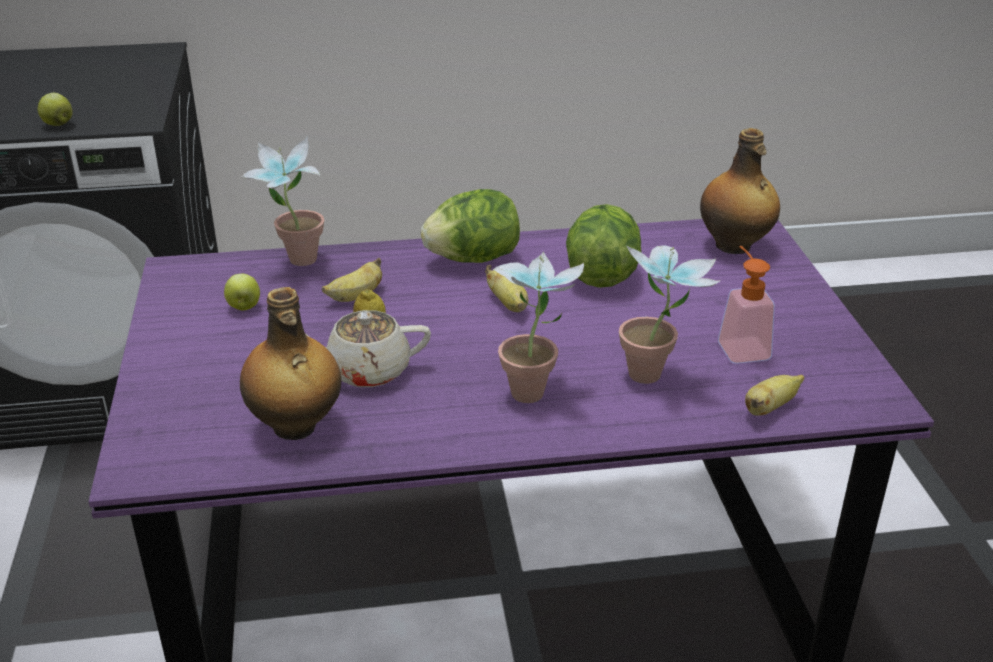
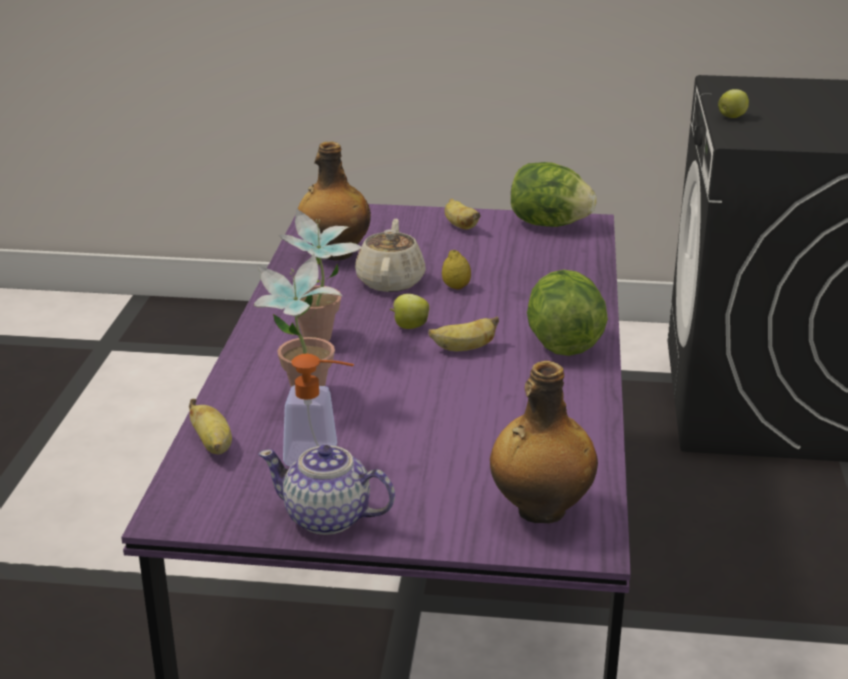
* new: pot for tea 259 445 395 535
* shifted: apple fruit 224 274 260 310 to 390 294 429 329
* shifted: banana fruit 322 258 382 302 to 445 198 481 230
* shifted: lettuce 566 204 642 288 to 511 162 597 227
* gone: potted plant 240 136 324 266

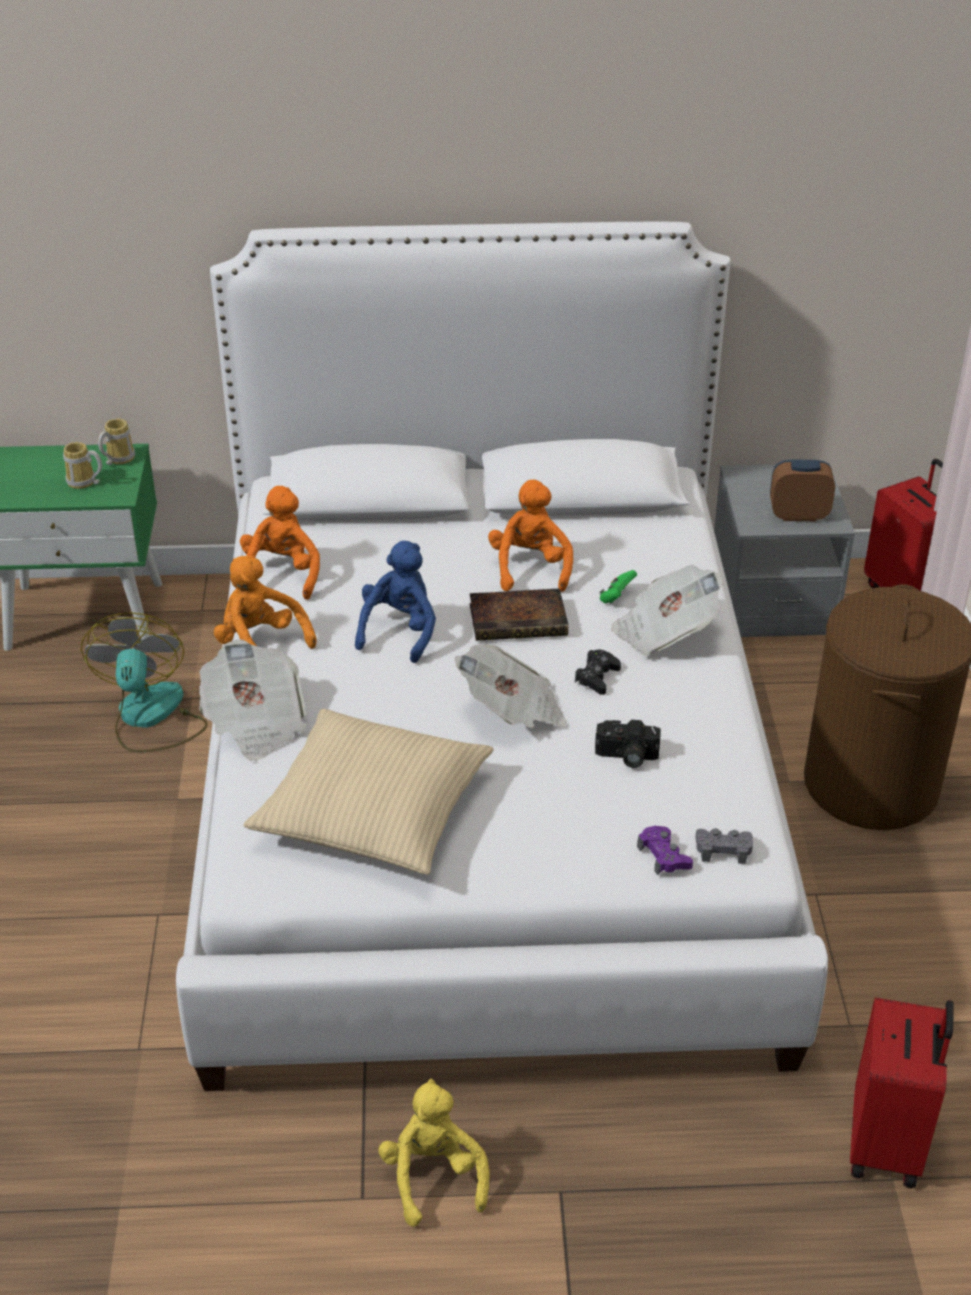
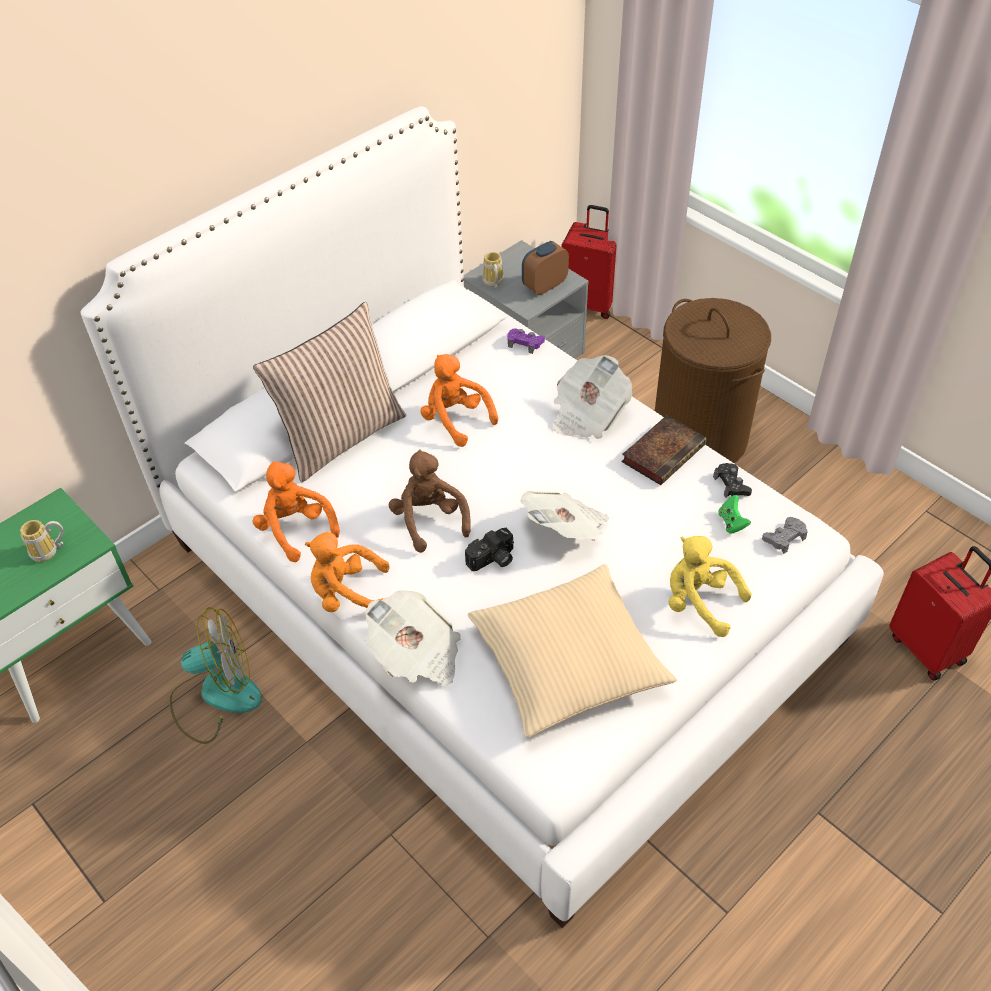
* rotated: cooling fan 81 612 208 752 = 170 607 262 744 120 degrees clockwise
* new: throw pillow 253 302 406 482
* repainted: bluish plush toy 355 541 436 663 to brown plush toy 389 450 471 553
* shifted: still camera 595 720 661 768 to 465 528 514 571
* shifted: mug 98 418 135 465 to 483 252 504 288
* shifted: purple joypad 637 826 693 875 to 507 328 545 354
* shifted: bound book 469 588 569 641 to 621 415 707 485
* shifted: yellow-coloured plush toy 378 1078 490 1227 to 668 536 752 637
* shifted: black joypad 575 649 621 695 to 713 463 752 498
* shifted: greenish joypad 600 570 637 604 to 718 495 751 534

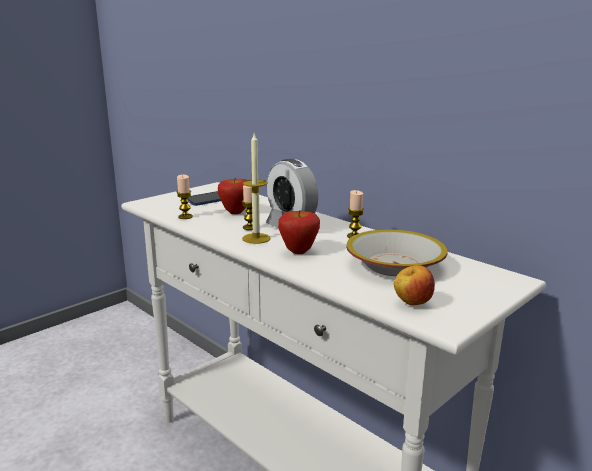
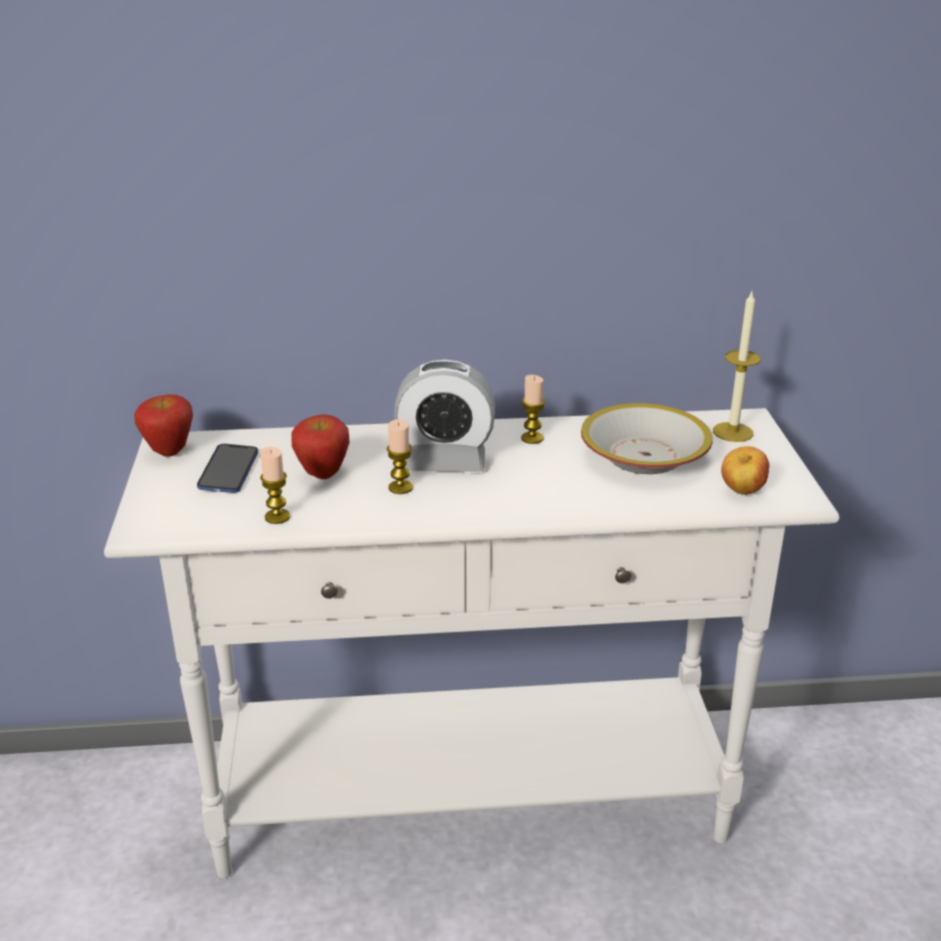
* shifted: apple fruit 278 211 320 254 to 134 395 193 457
* shifted: wax candle 242 134 270 244 to 713 292 761 442

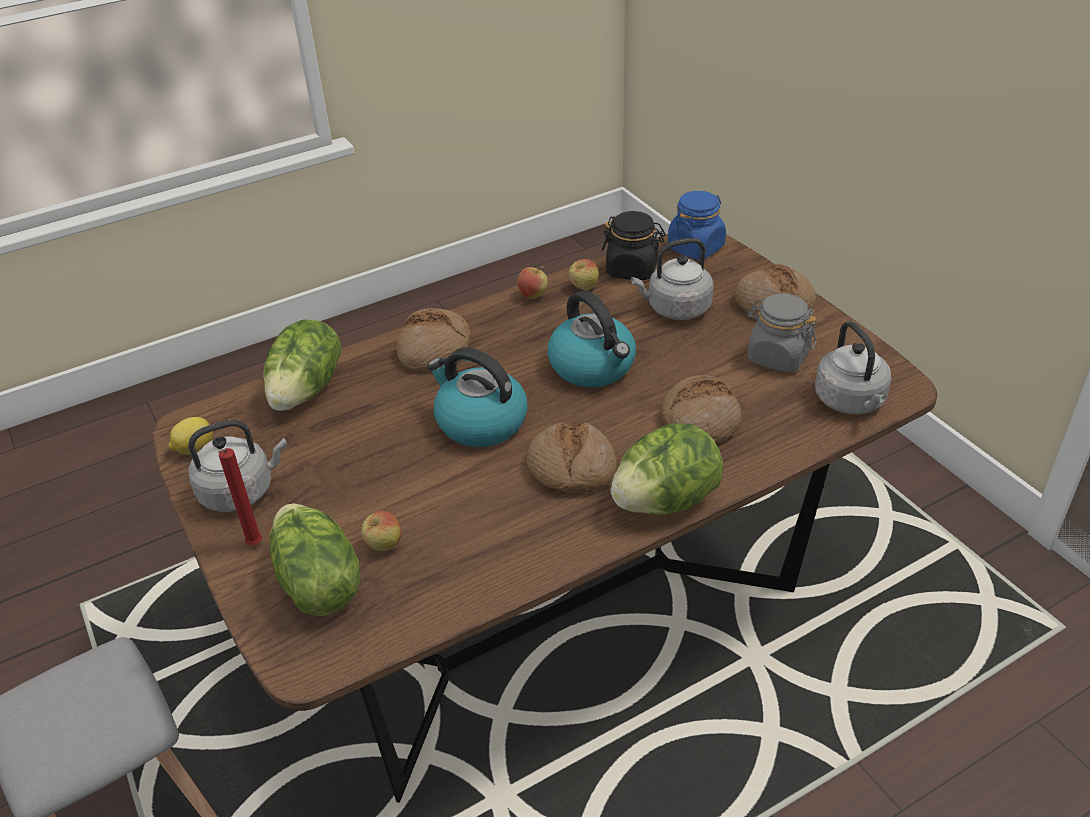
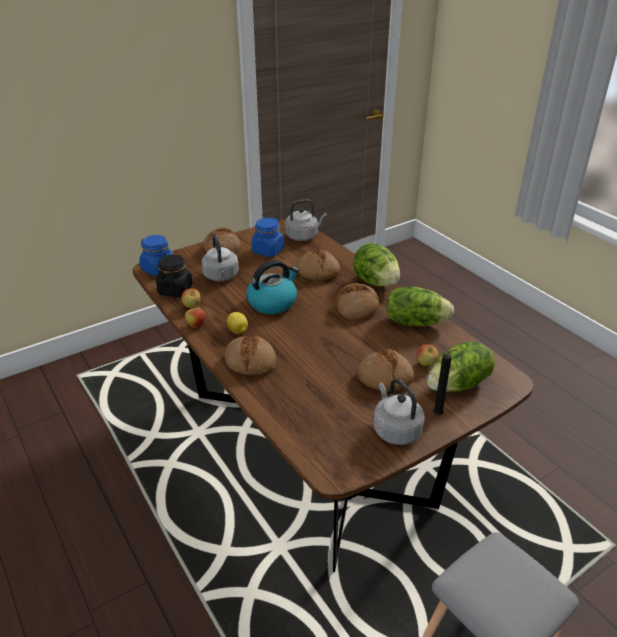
* shifted: citrus fruit 169 417 213 455 to 227 312 248 334
* repainted: grey preserve jar 747 293 817 373 to bluish preserve jar 252 217 284 257
* new: bread 357 349 414 391
* shifted: lettuce 263 319 341 411 to 386 287 454 326
* repainted: reddish wax candle 218 448 262 546 to black wax candle 433 349 458 415
* gone: tea kettle 427 347 528 447

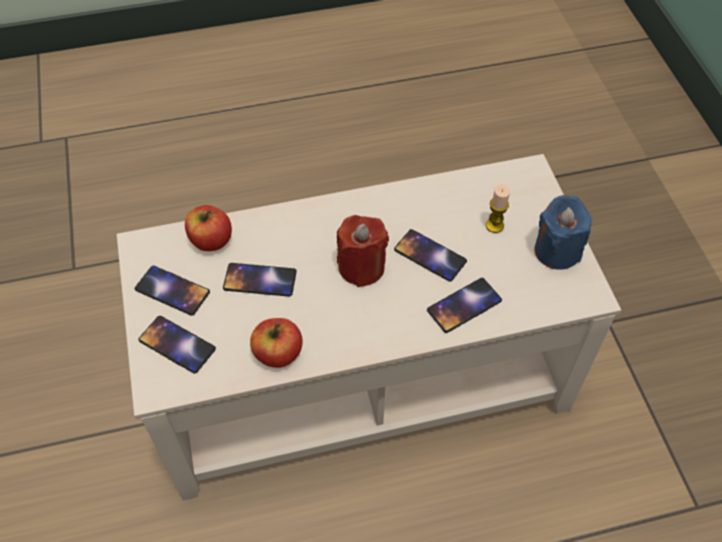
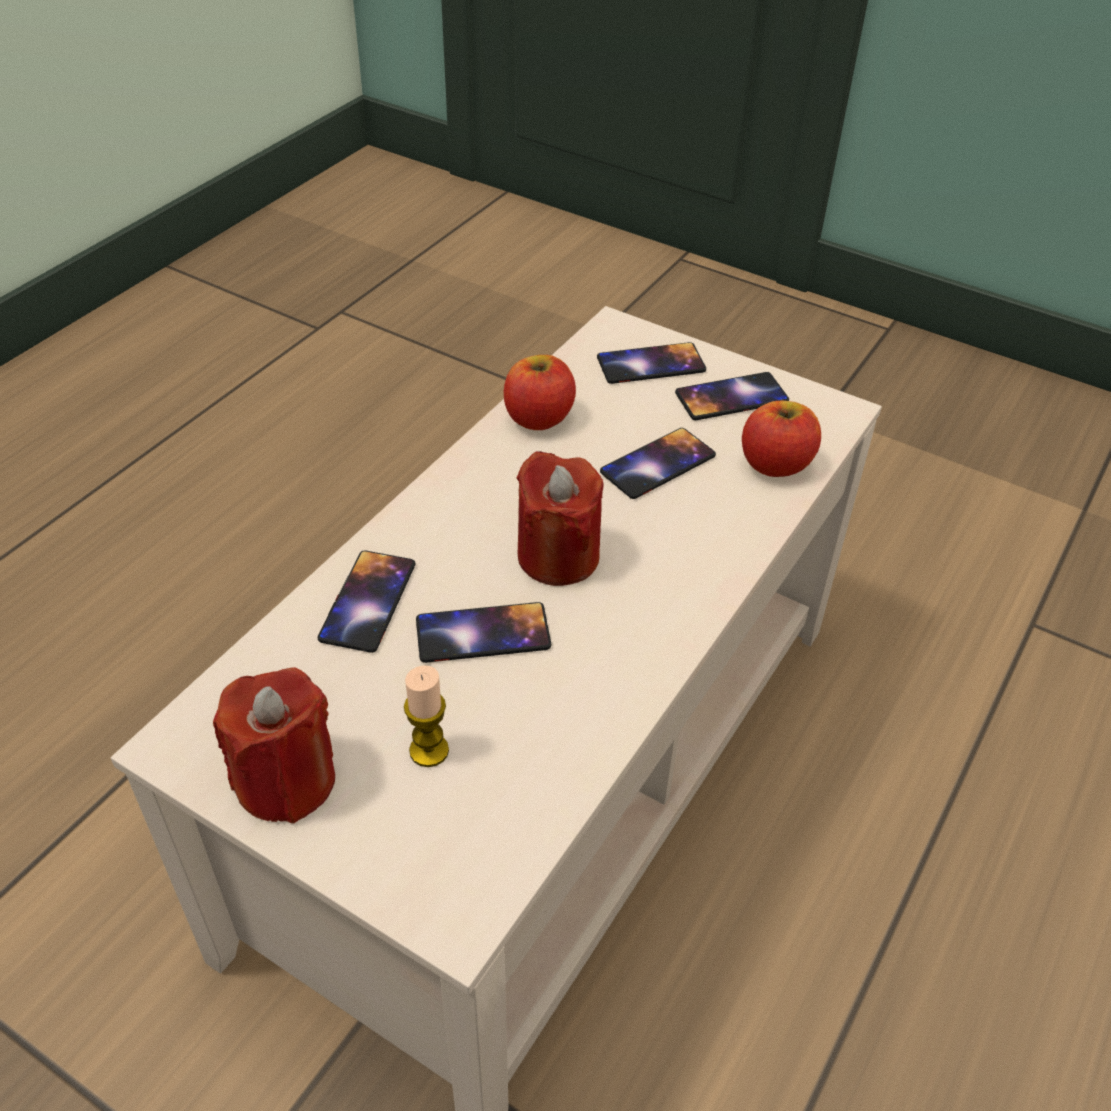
* repainted: bluish wax candle 534 195 592 270 to reddish wax candle 213 667 335 823

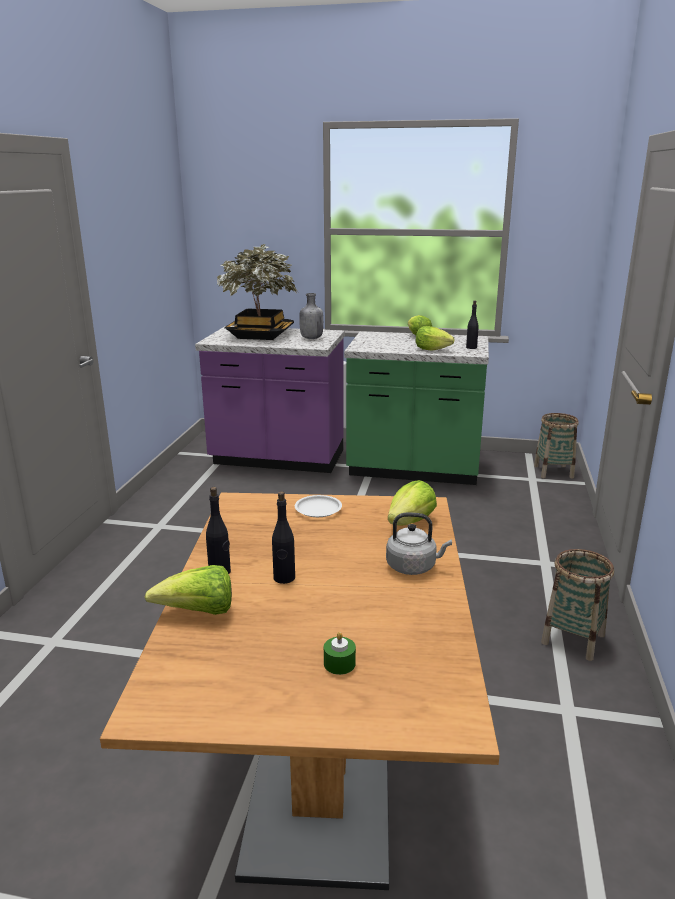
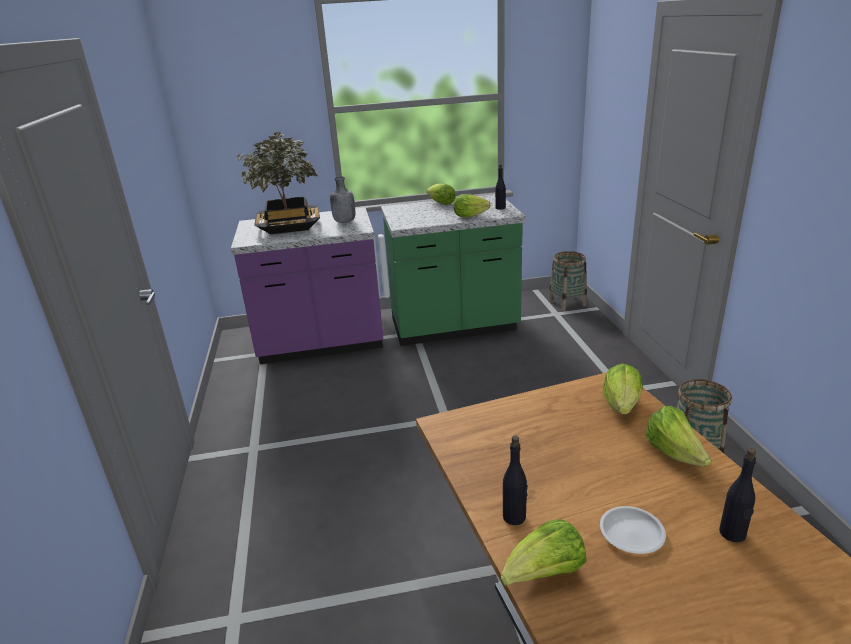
* shifted: whitish plate 295 495 342 517 to 600 506 666 554
* swapped: grey tea kettle 386 512 452 575 to lettuce 645 406 711 466
* shifted: black beverage bottle 272 491 295 584 to 719 448 756 542
* gone: greenish wax candle 324 632 356 675

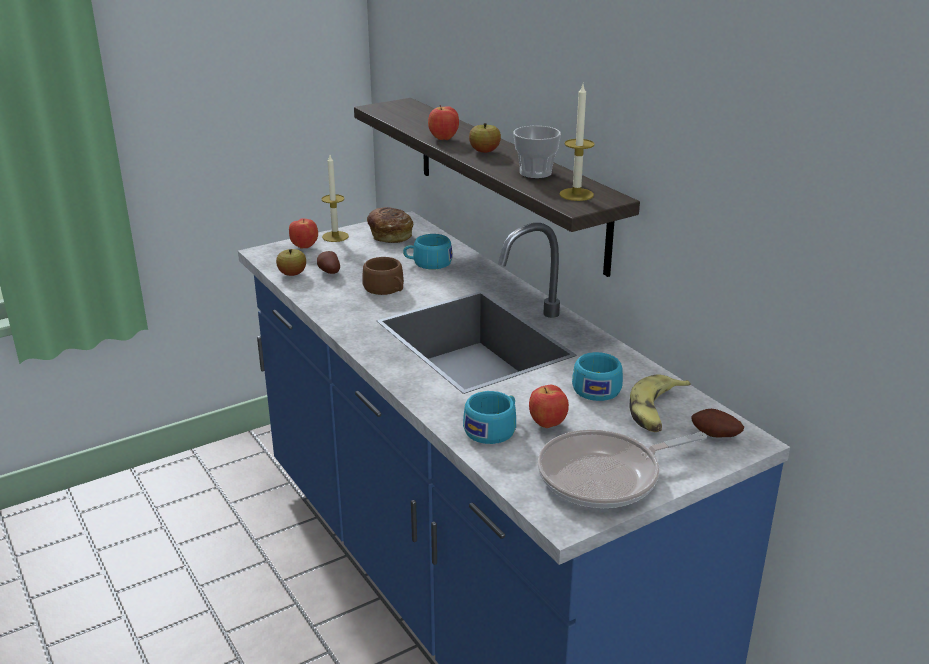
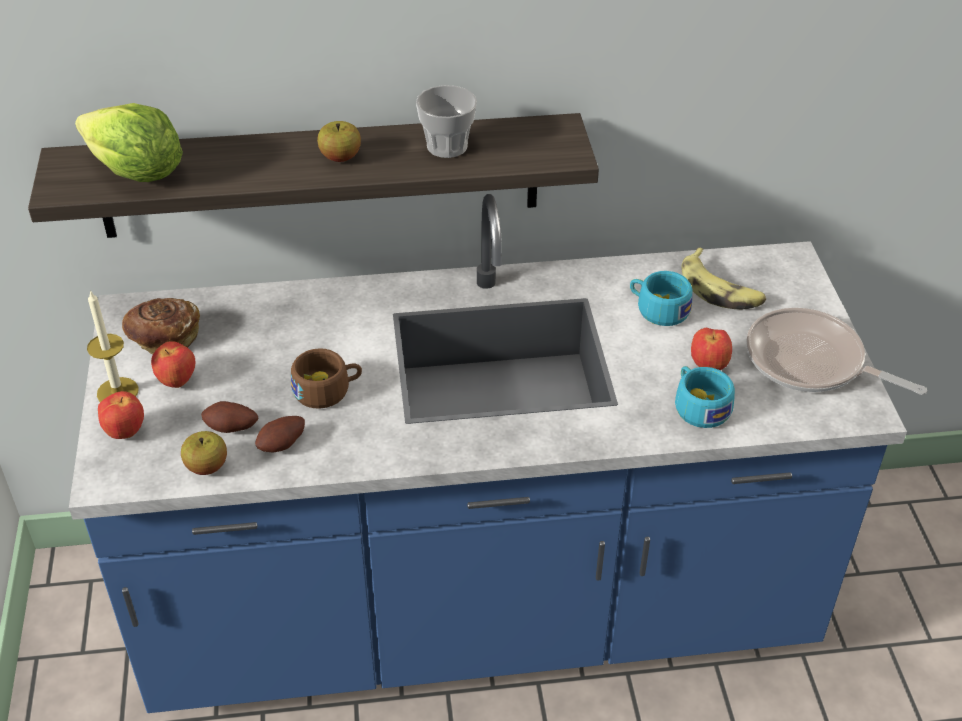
* new: lettuce 75 103 183 182
* shifted: apple fruit 428 105 459 140 to 151 341 196 388
* shifted: whole potato 691 409 744 437 to 255 416 305 452
* rotated: skillet 538 430 707 508 = 746 308 927 395 120 degrees clockwise
* gone: blue-green cup 403 234 453 270
* gone: wax candle 559 85 595 201

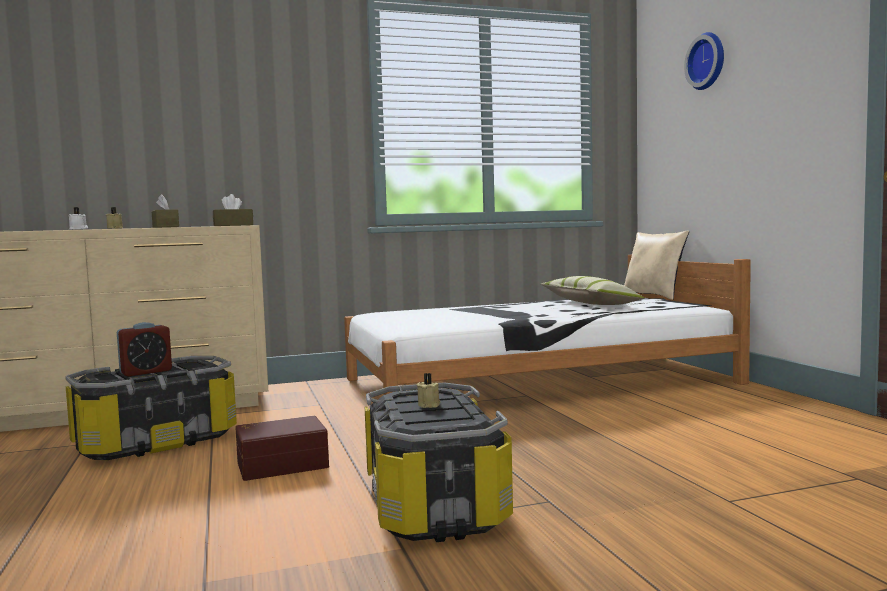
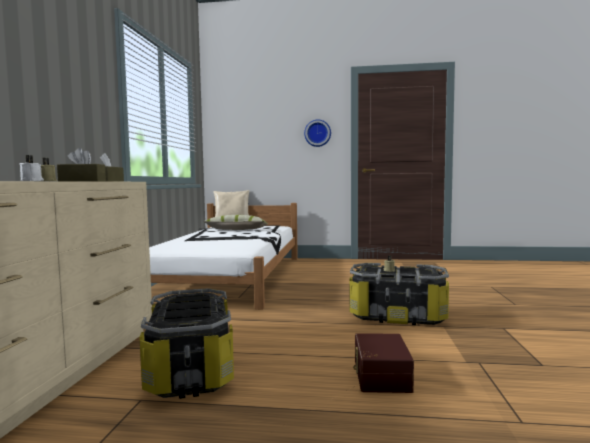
* shifted: clock on the wall 684 32 724 90 to 304 119 331 147
* shifted: brown storage bin 235 416 329 481 to 353 333 414 393
* gone: table clock 117 322 172 377

